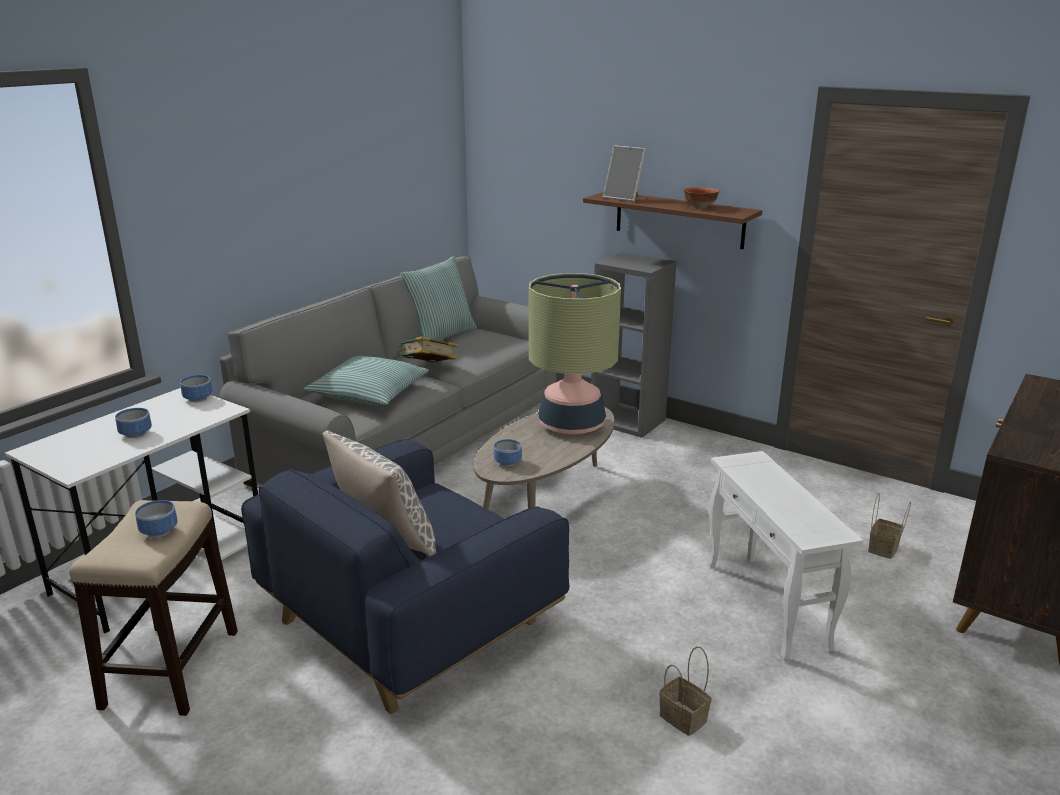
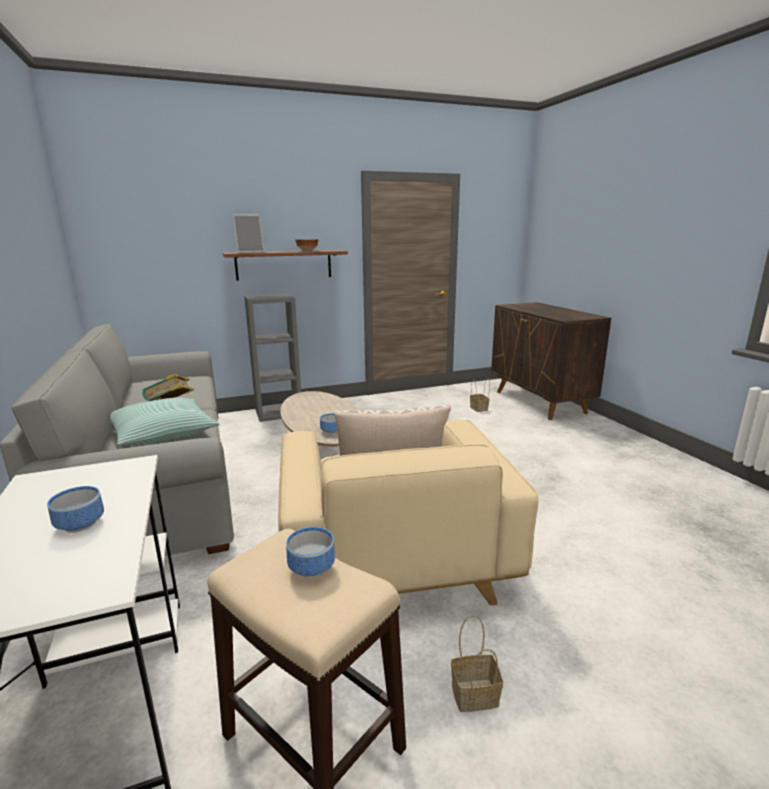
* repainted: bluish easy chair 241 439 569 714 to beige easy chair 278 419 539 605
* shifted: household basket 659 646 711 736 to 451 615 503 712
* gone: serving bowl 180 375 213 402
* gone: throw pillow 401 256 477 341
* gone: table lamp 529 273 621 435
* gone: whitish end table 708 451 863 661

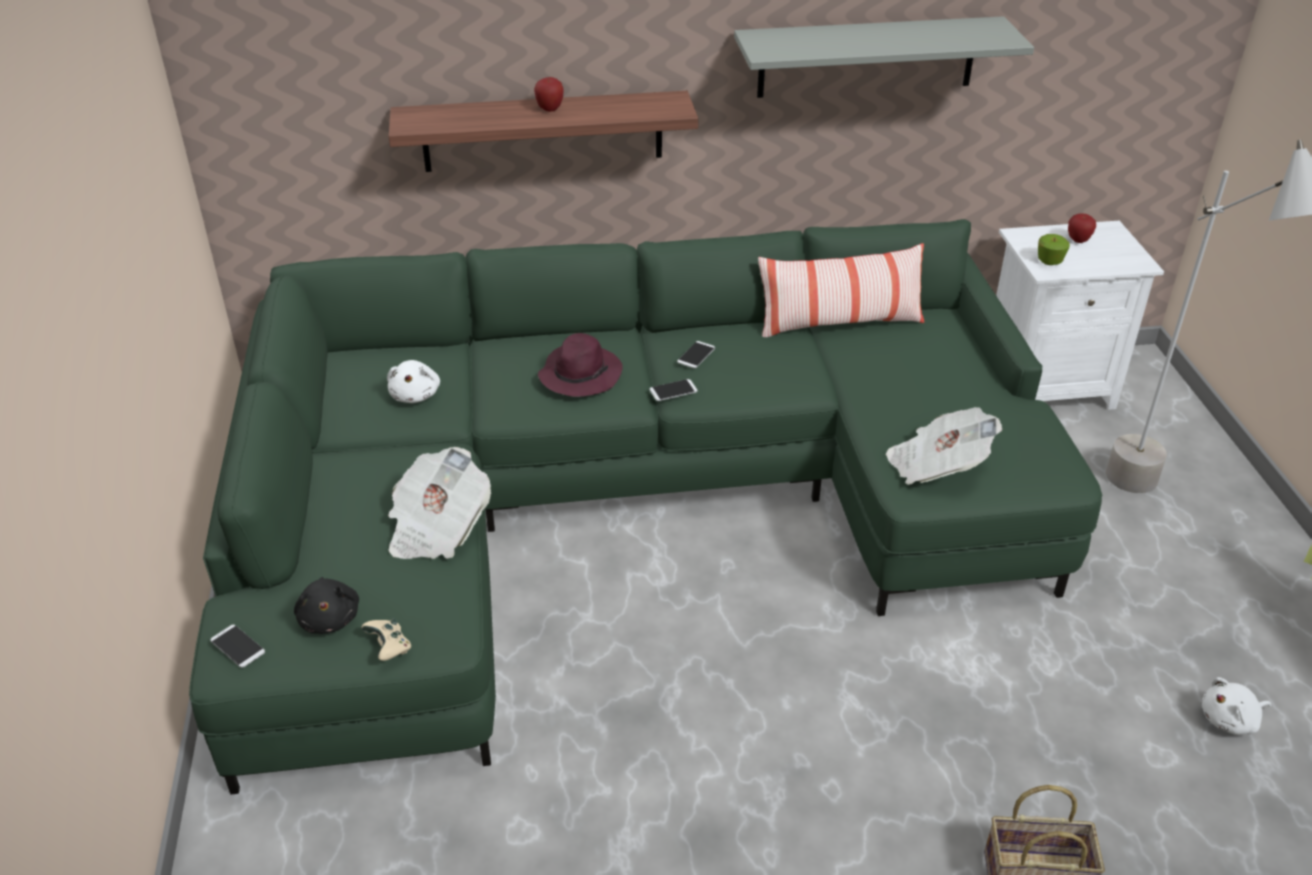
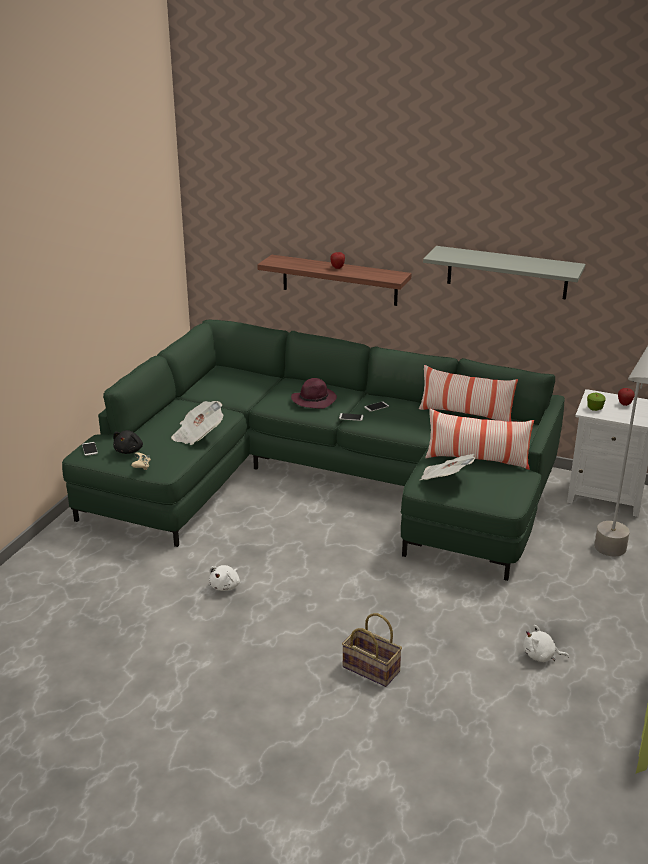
* shifted: whitish plush toy 387 360 440 403 to 209 565 240 591
* new: throw pillow 425 409 534 470

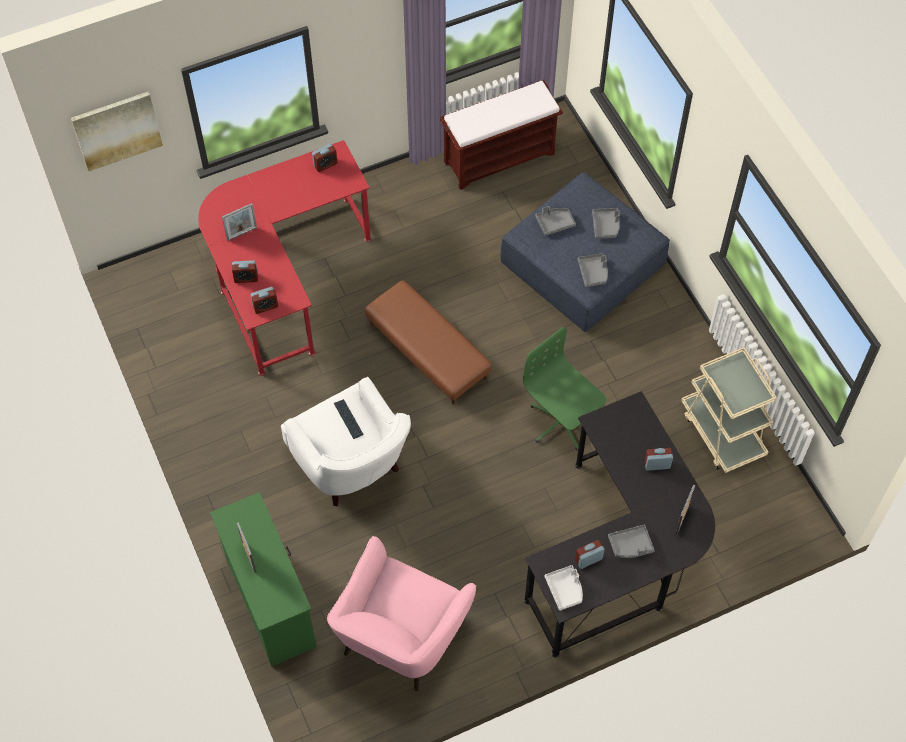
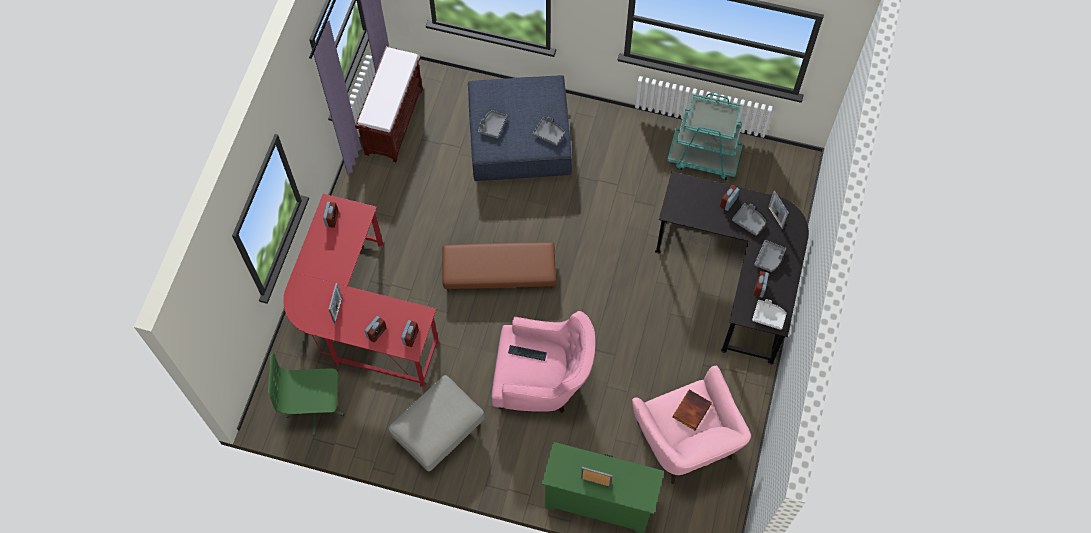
* shifted: greenish desk chair 523 327 607 450 to 268 353 344 436
* new: grey footrest 388 375 485 471
* repainted: whitish easy chair 281 377 411 506 to pink easy chair 492 311 596 413
* repainted: beige cart 681 347 777 473 to blue-green cart 667 93 743 180
* new: bound book 673 390 712 430
* shifted: grey serving tray 592 208 620 239 to 732 203 767 236
* gone: picture 71 92 163 171

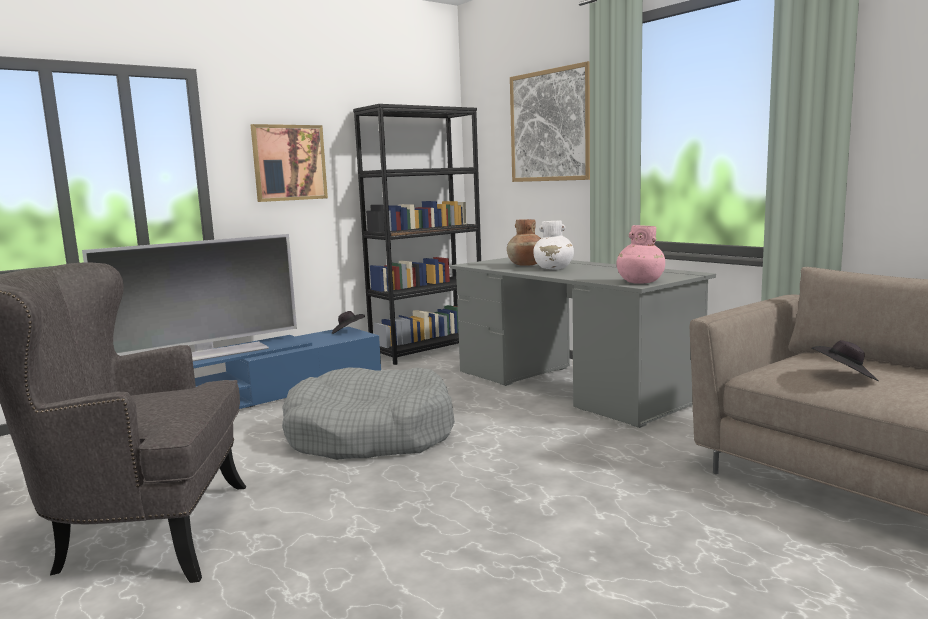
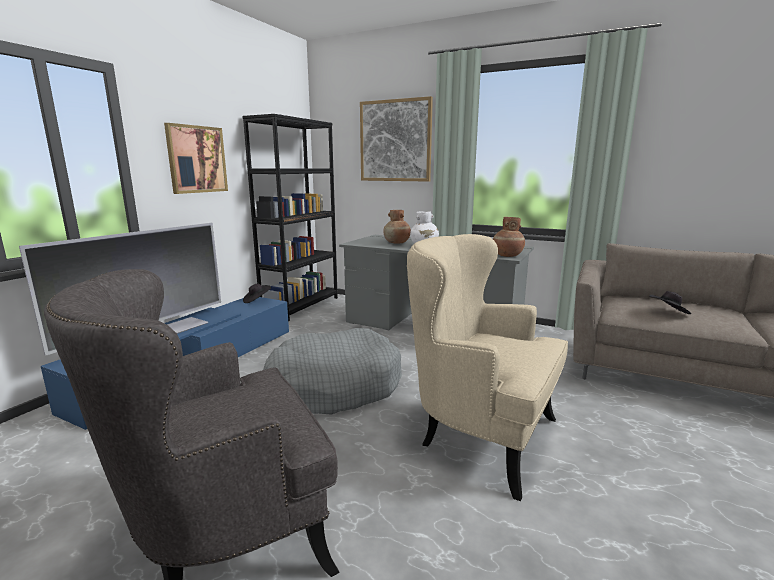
* new: beige easy chair 407 234 568 501
* repainted: pink decorative vase 617 225 665 284 to brown decorative vase 493 217 525 257

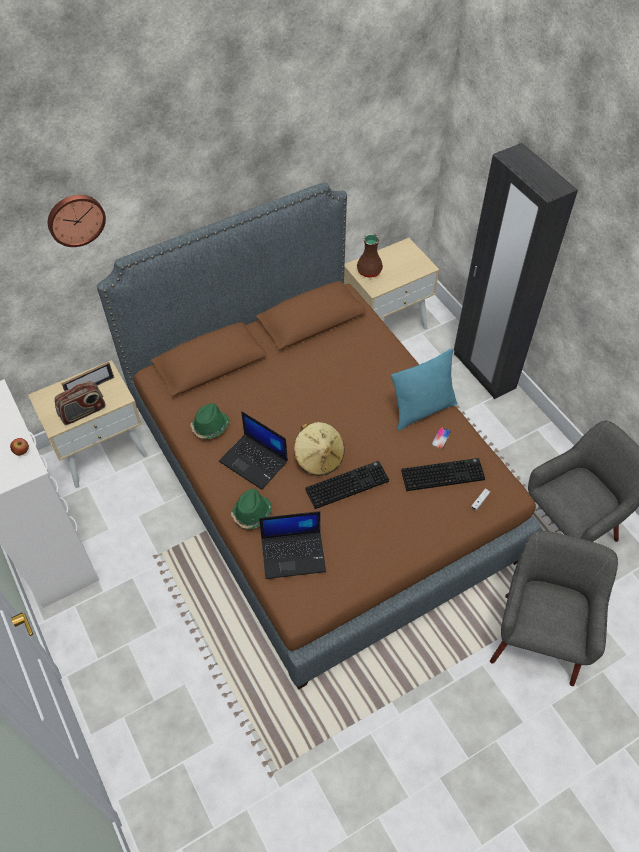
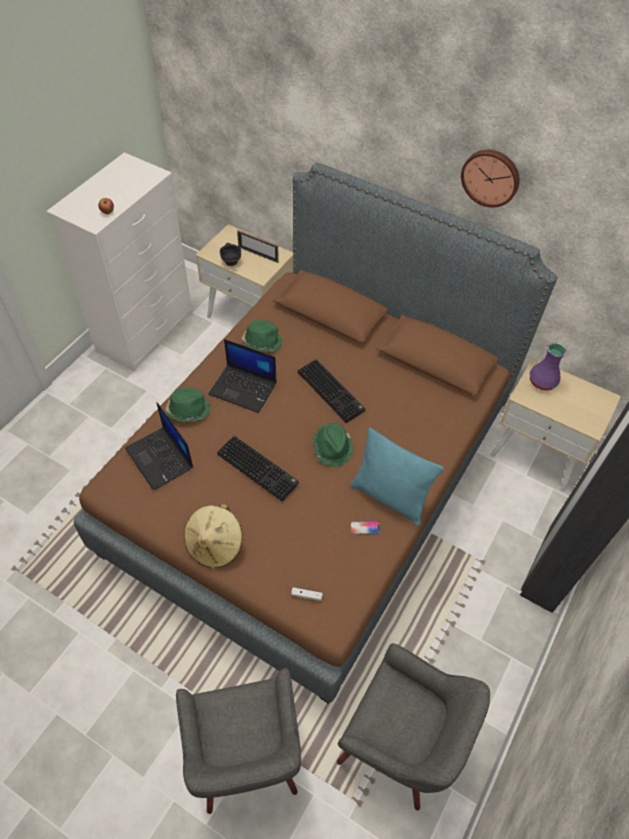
* rotated: grey easy chair 490 531 618 686 = 176 668 301 814 90 degrees clockwise
* shifted: beige hat 294 422 345 476 to 184 503 242 569
* rotated: portable computer 219 411 288 490 = 208 339 277 413 75 degrees counterclockwise
* swapped: radio 55 381 105 425 to black serving bowl 220 243 241 266
* shifted: keyboard 401 458 485 491 to 298 359 365 423
* new: greenish hat 313 423 353 466
* shifted: clock on the wall 48 195 106 247 to 461 150 520 208
* repainted: brown decorative vase 357 234 383 278 to purple decorative vase 530 342 567 391

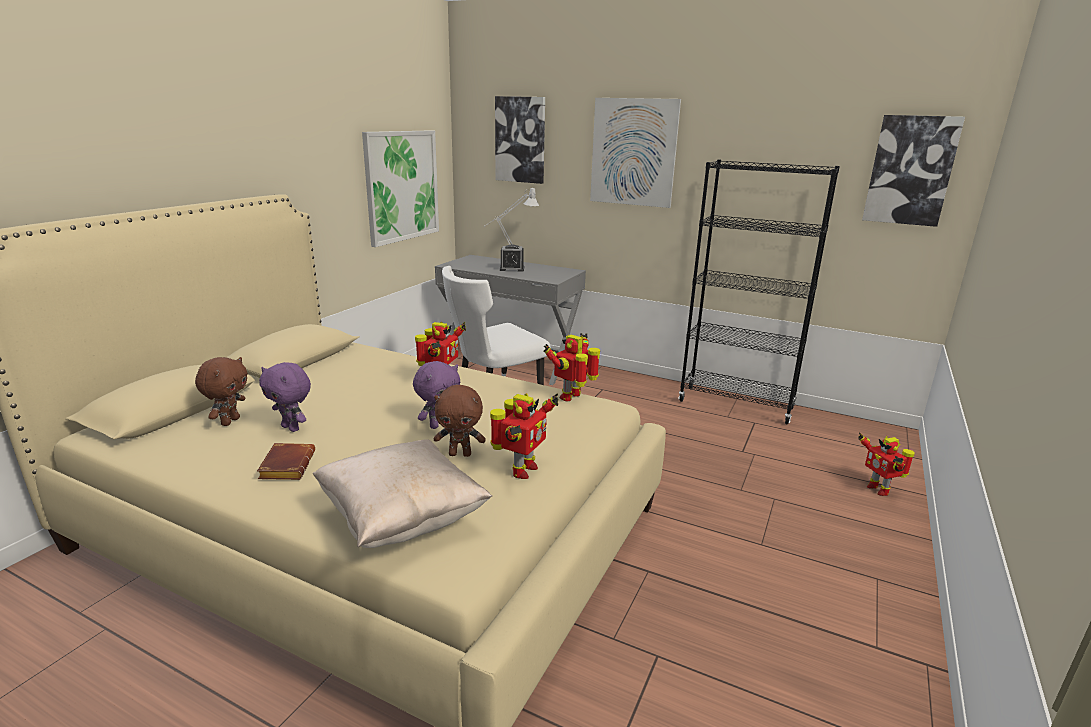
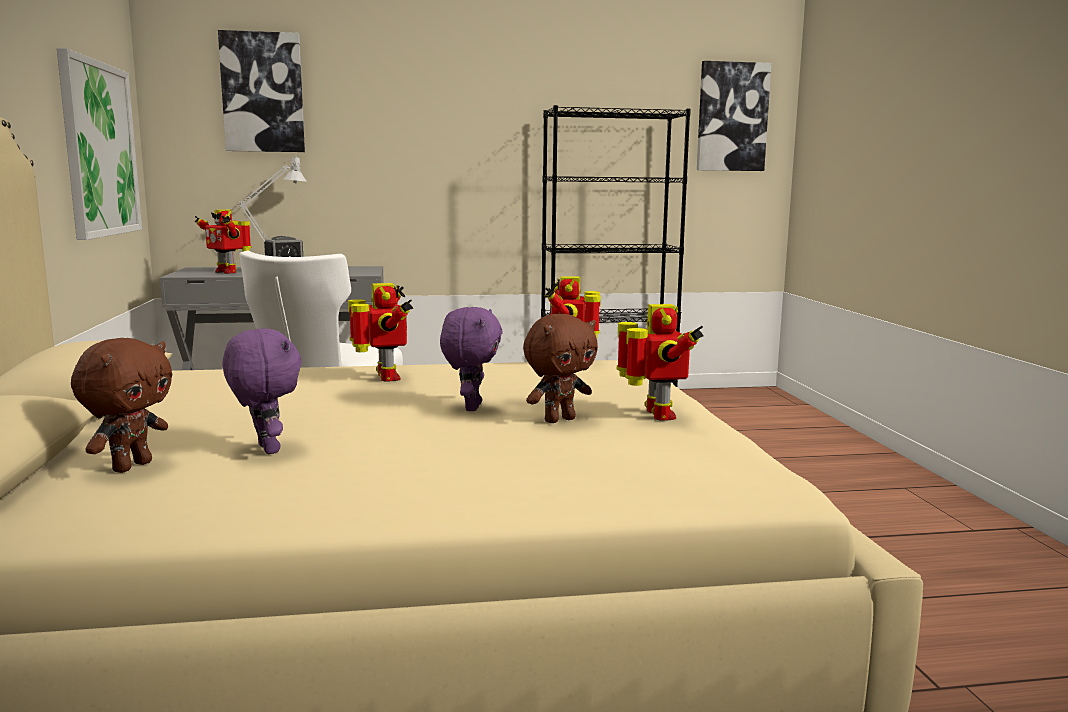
* rotated: brown plush toy 195 357 248 426 = 71 338 172 473 45 degrees clockwise
* shifted: robot figure 859 432 915 496 to 195 209 251 274
* rotated: purple plush toy 259 362 311 432 = 223 329 301 454 120 degrees counterclockwise
* gone: brown bound book 257 443 315 480
* gone: beige throw pillow 313 439 492 548
* gone: picture 590 98 681 208

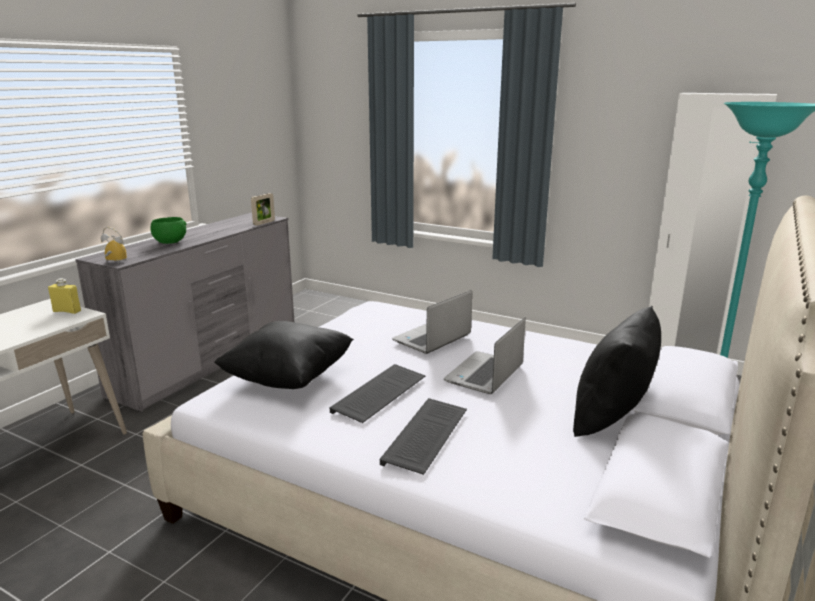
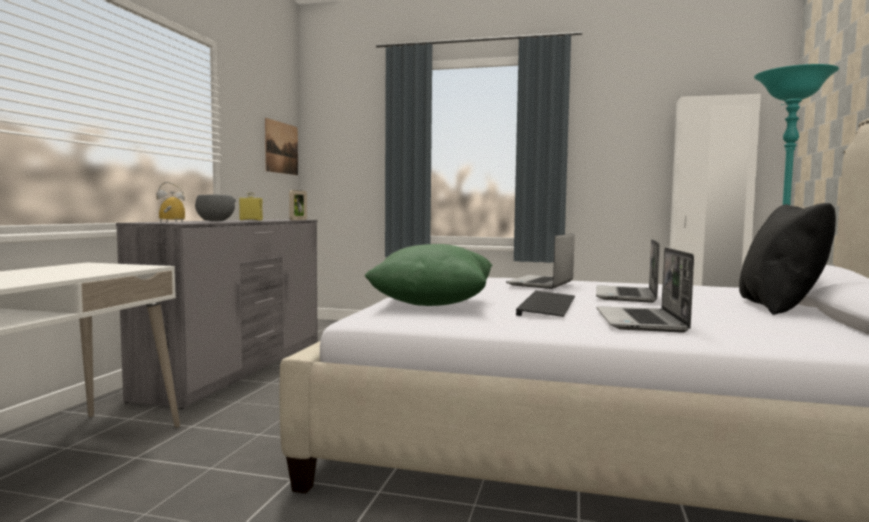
* repainted: greenish serving bowl 150 217 186 244 to grey serving bowl 195 194 236 221
* shifted: yellow-coloured beverage bottle 48 278 81 314 to 239 192 263 221
* new: picture 265 118 298 175
* repainted: black throw pillow 214 321 354 389 to greenish throw pillow 365 244 493 306
* swapped: keyboard 379 398 467 475 to portable computer 596 247 694 333

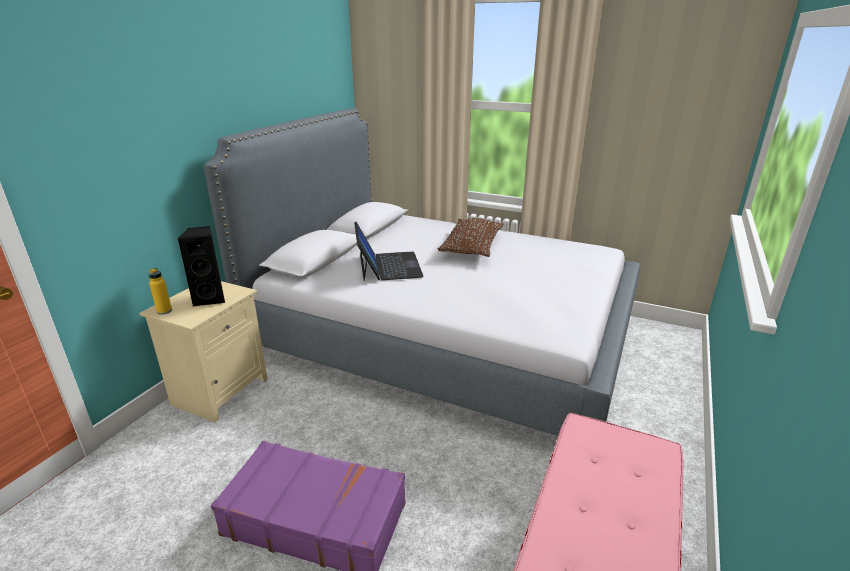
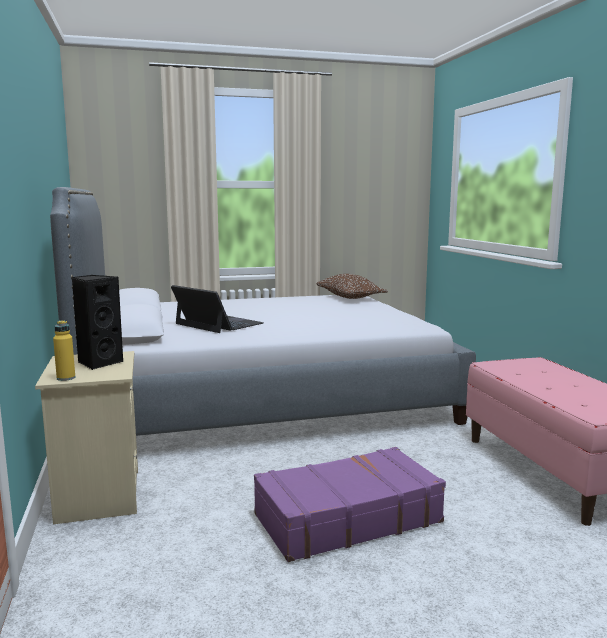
* shifted: brown throw pillow 438 218 504 257 to 316 274 388 299

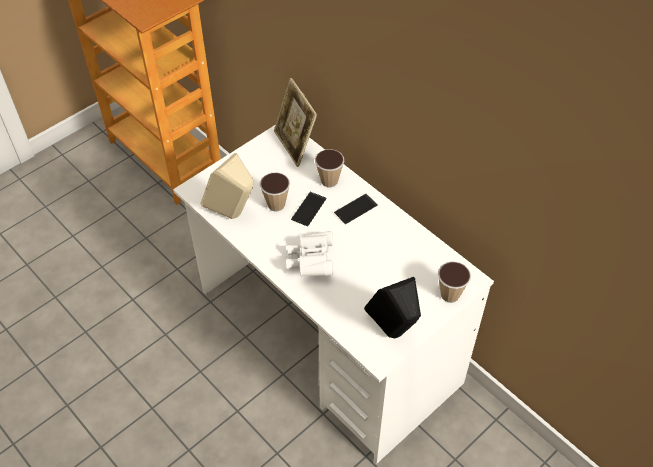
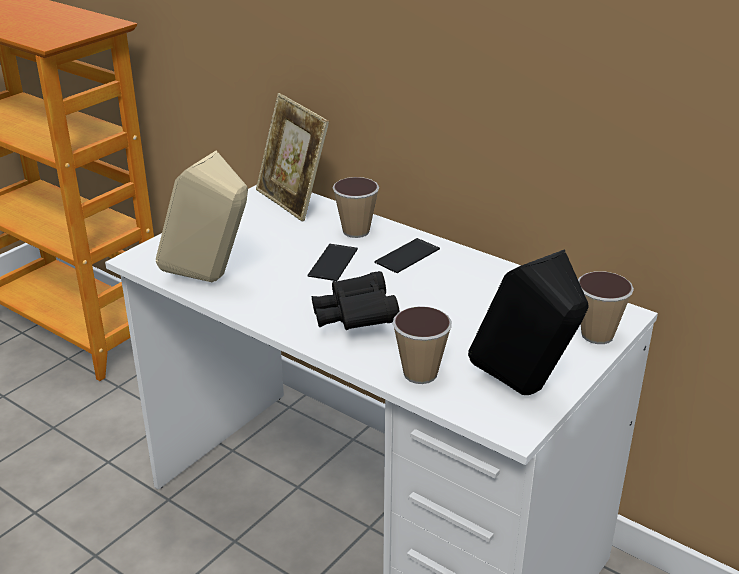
* repainted: whitish pair of binoculars 286 231 333 276 to black pair of binoculars 312 271 400 330
* shifted: cup 260 172 290 211 to 393 306 452 384

